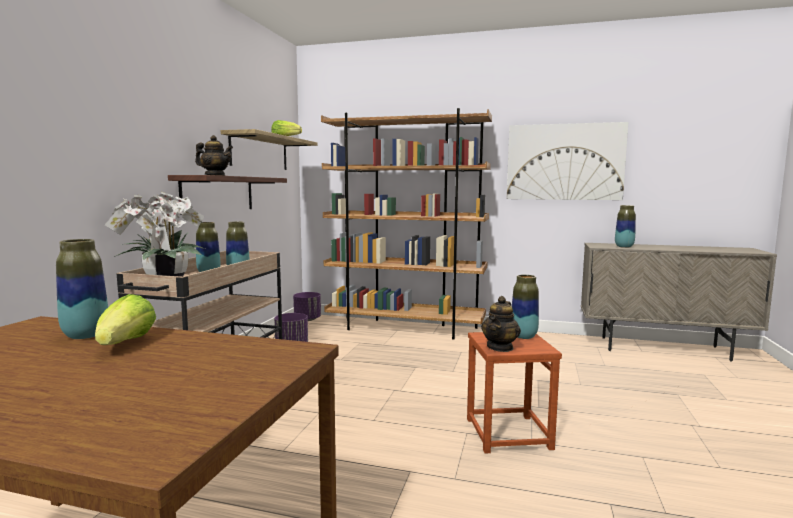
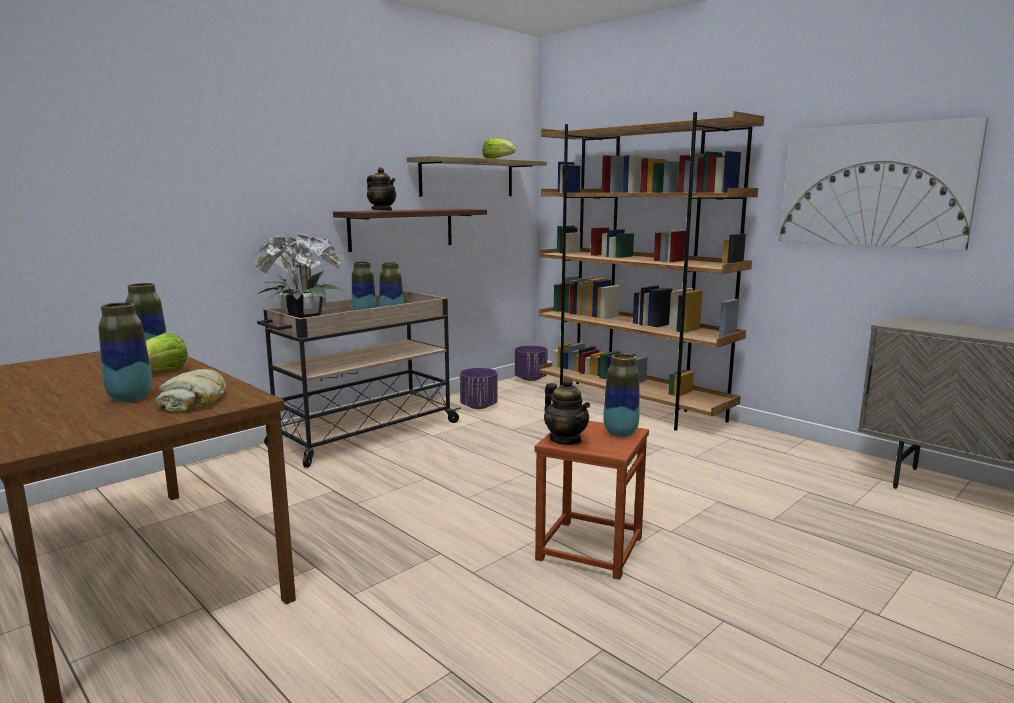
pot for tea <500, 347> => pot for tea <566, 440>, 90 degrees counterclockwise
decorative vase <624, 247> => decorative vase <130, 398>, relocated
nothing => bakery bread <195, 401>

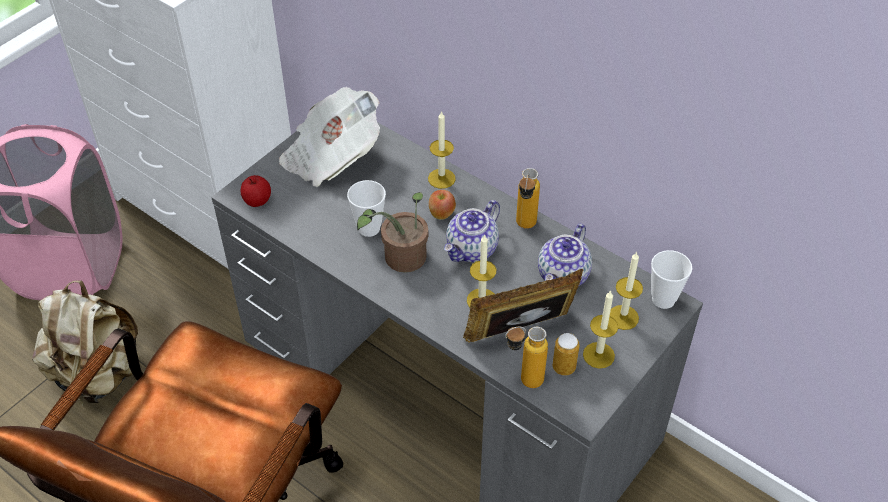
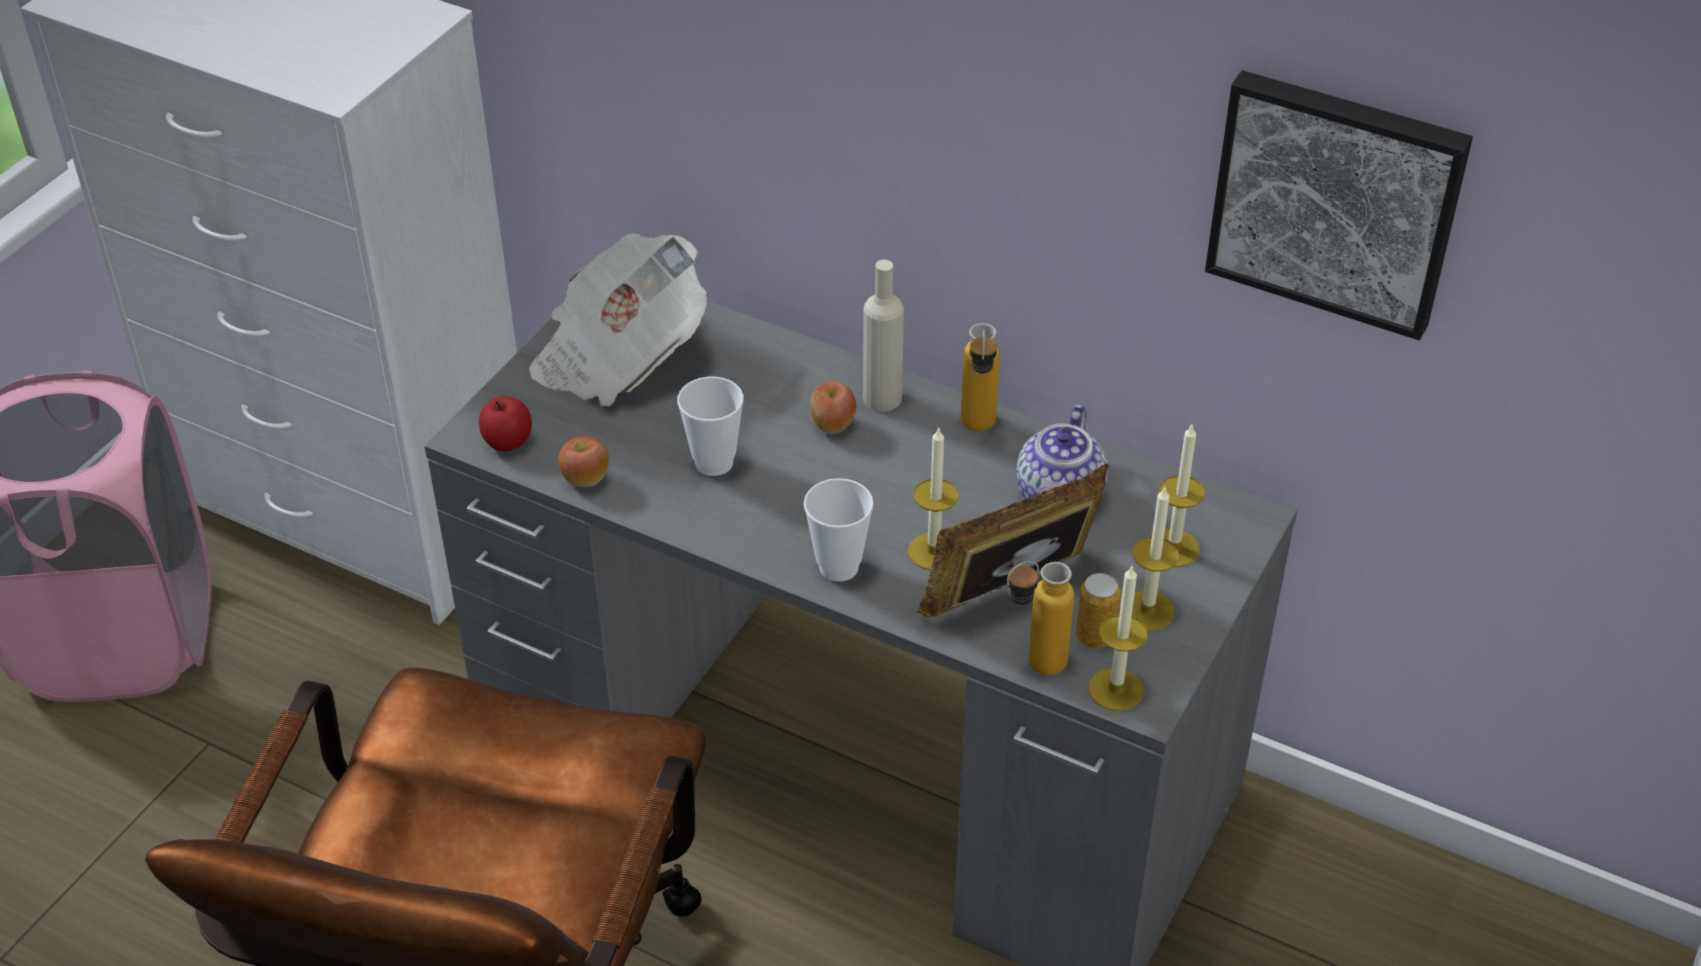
backpack/beige-coloured <98, 374> => nothing
houseplant <400, 259> => nothing
candle <441, 178> => candle <1116, 689>, relocated
pot for tea <472, 249> => nothing
drinking cup <663, 299> => drinking cup <838, 567>, relocated
nothing => apple <585, 479>
nothing => bottle/beige-coloured <882, 398>
nothing => picture <1336, 199>

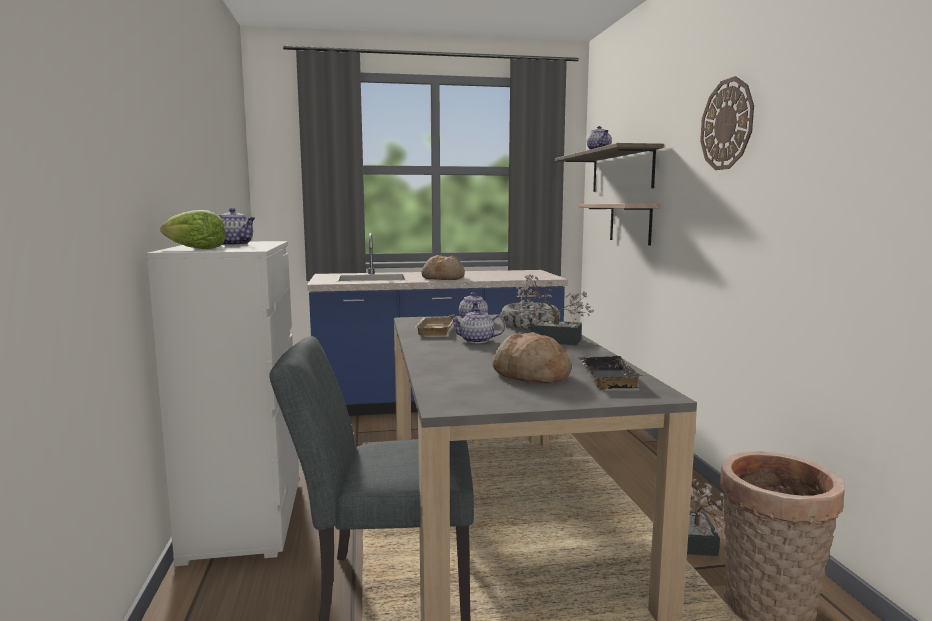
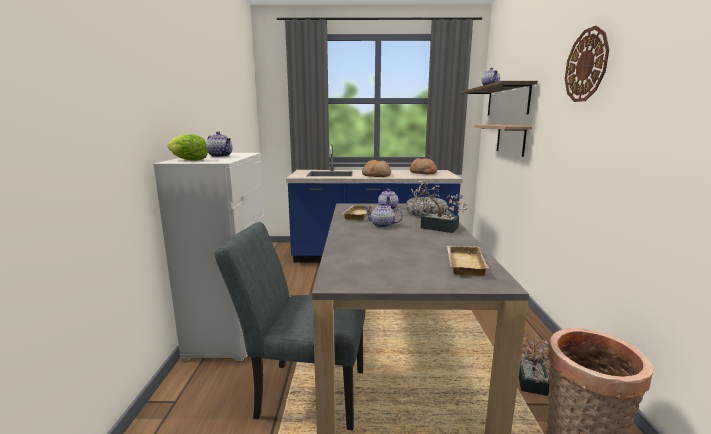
bakery bread <531, 375> => bakery bread <423, 173>, relocated
tray/blackish <604, 377> => tray/beige-coloured <463, 264>

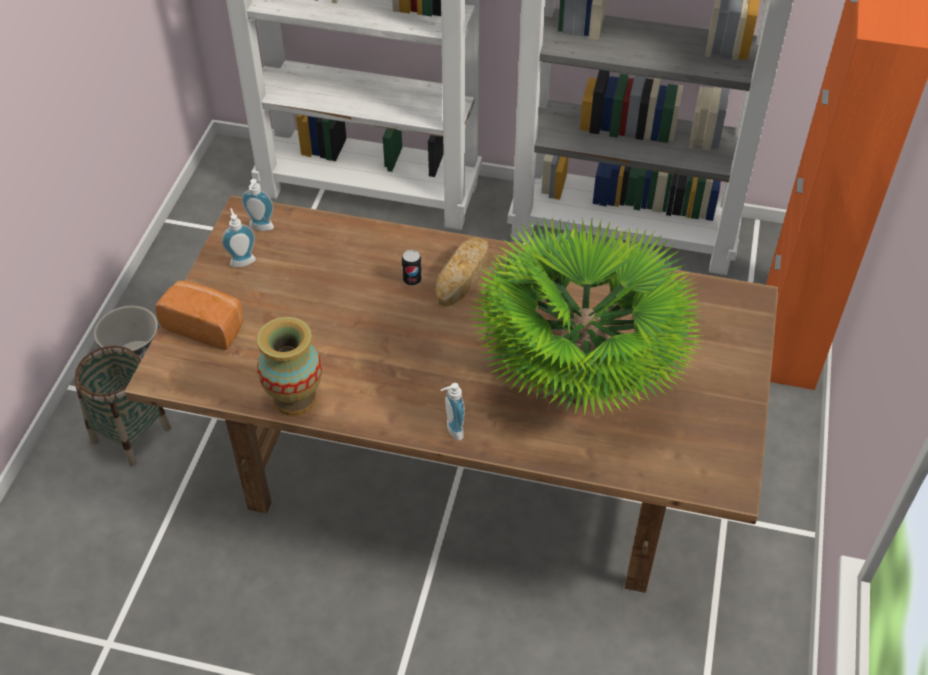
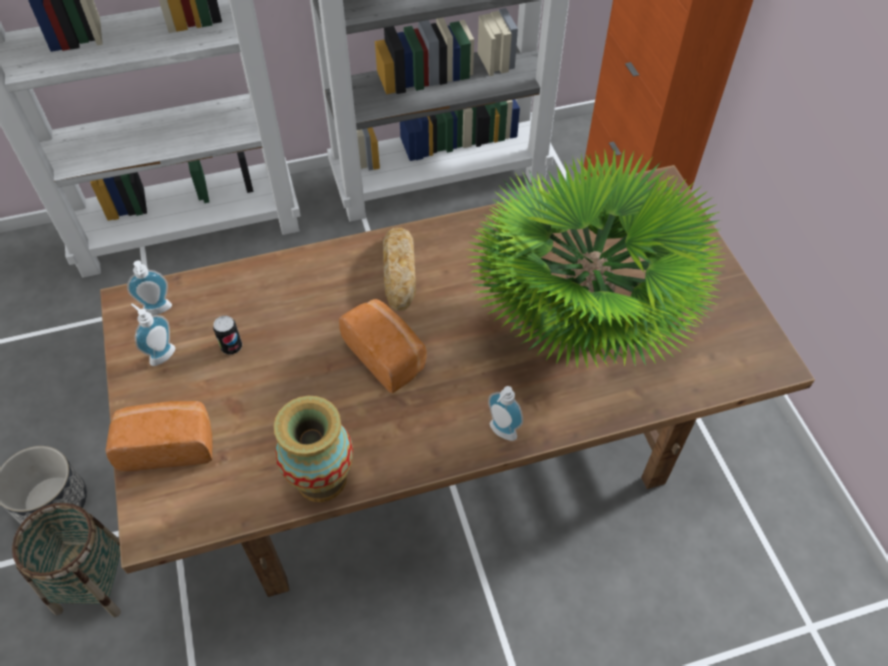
metal can <412, 280> => metal can <231, 347>, relocated
nothing => bakery bread <387, 355>

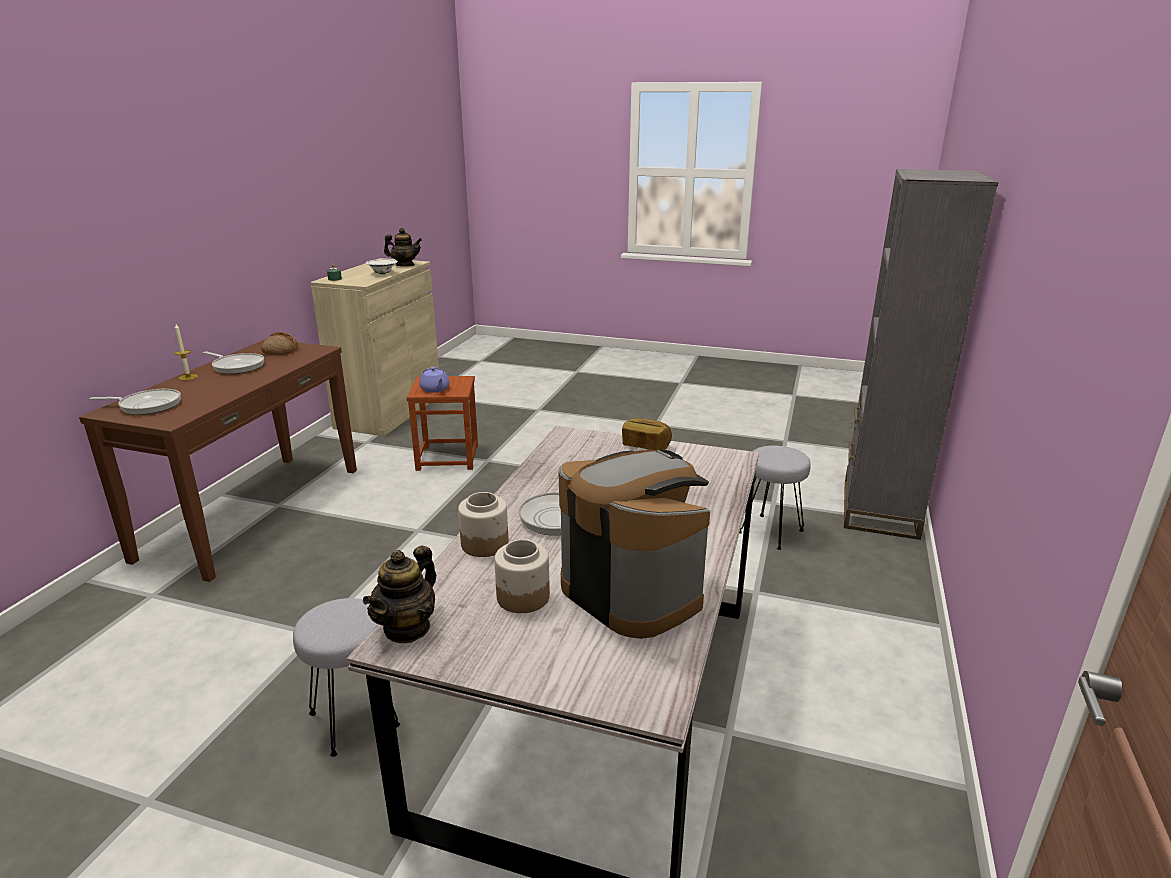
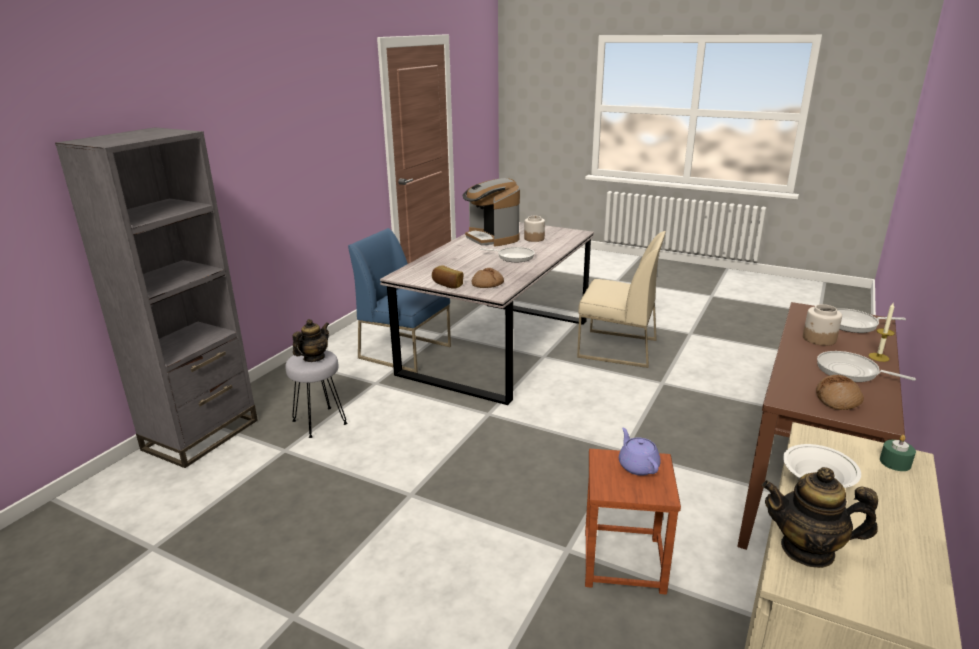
stool seat/gray <354, 718> => plain chair/beige-coloured <616, 348>
pot for tea <407, 628> => pot for tea <314, 358>, relocated
storage jar <485, 544> => storage jar <819, 339>, relocated
nothing => plain chair/blue-coloured <406, 352>
nothing => bakery bread <487, 284>

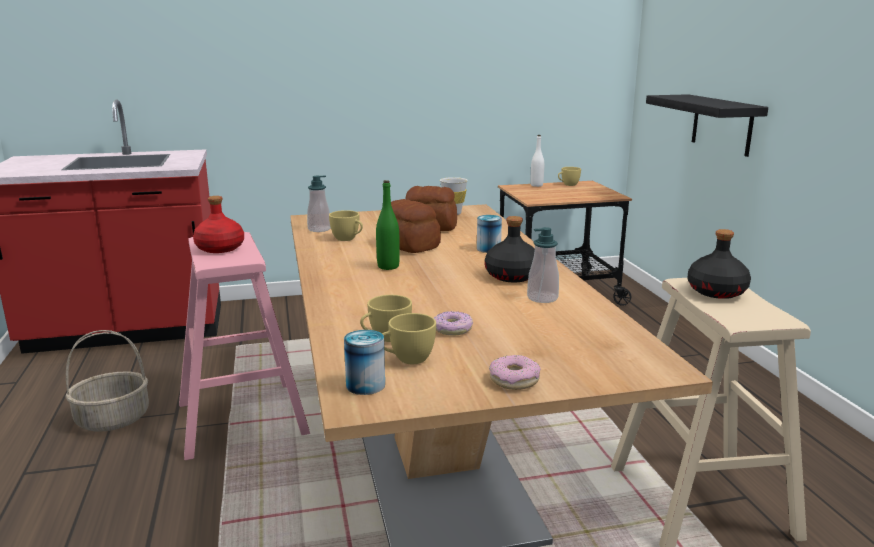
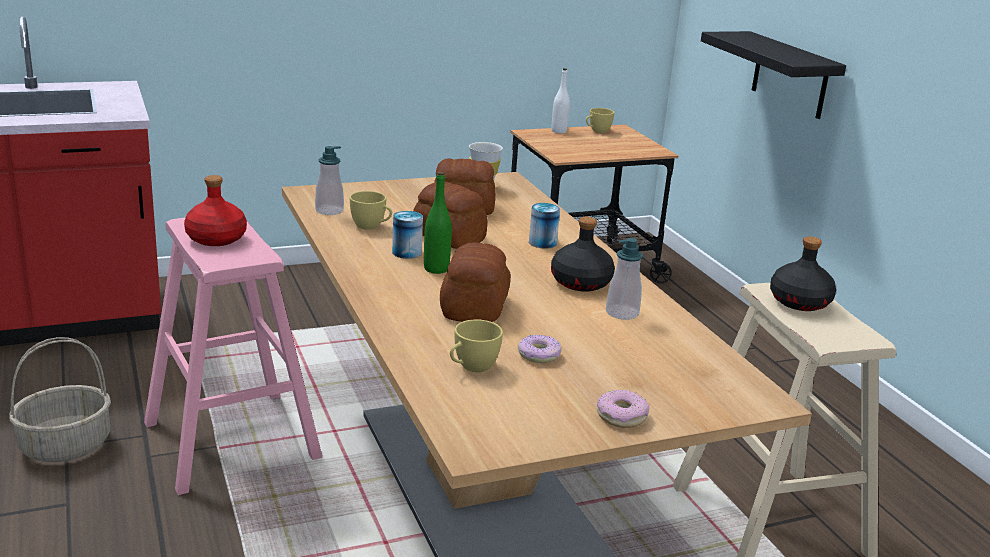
metal can <365, 385> => metal can <406, 252>, relocated
drinking cup/yellow <407, 359> => nothing
nothing => bakery bread <473, 307>

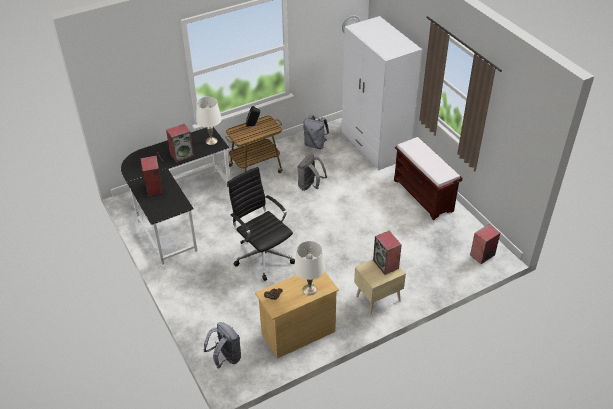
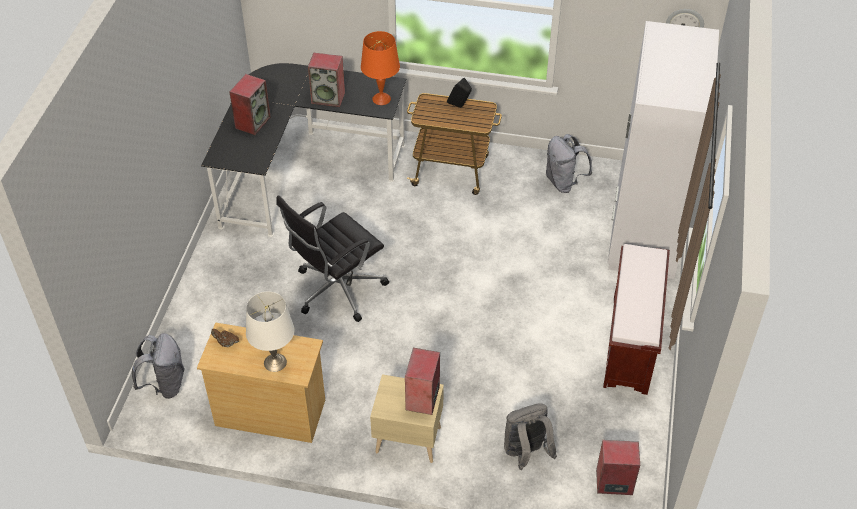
table lamp/white <211, 141> => table lamp/orange-coloured <381, 98>
desk chair/blackish <263, 255> => desk chair/blackish <336, 290>, 135 degrees counterclockwise
backpack/gray <310, 186> => backpack/gray <526, 453>, relocated

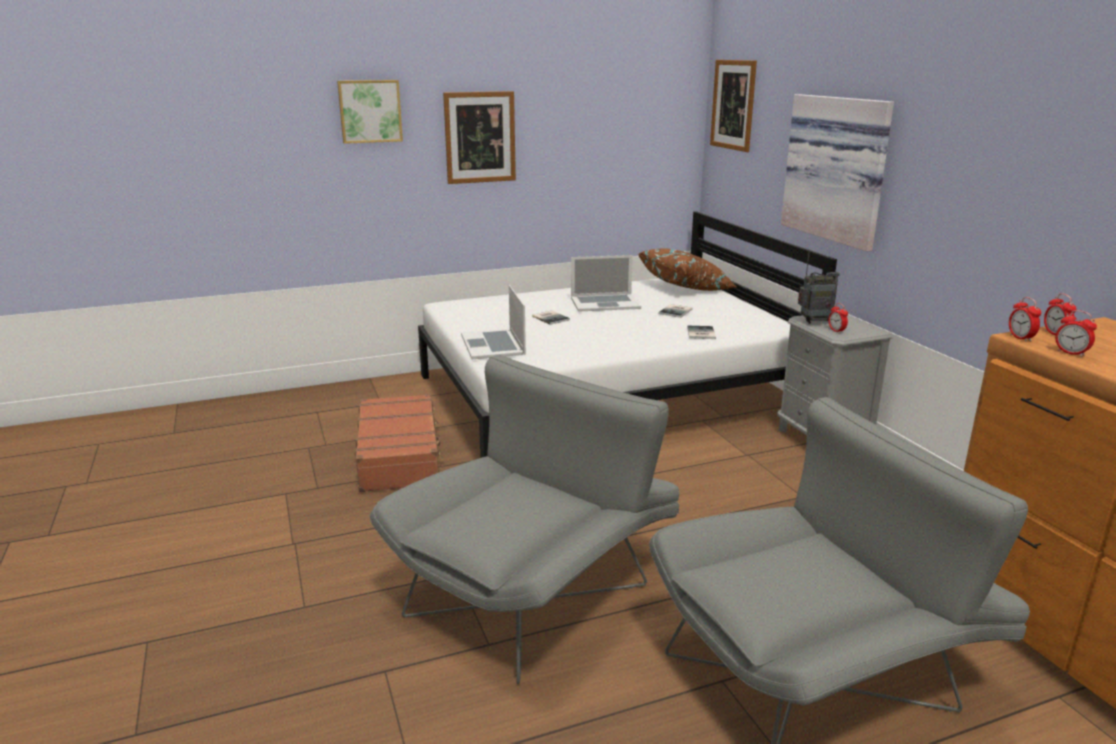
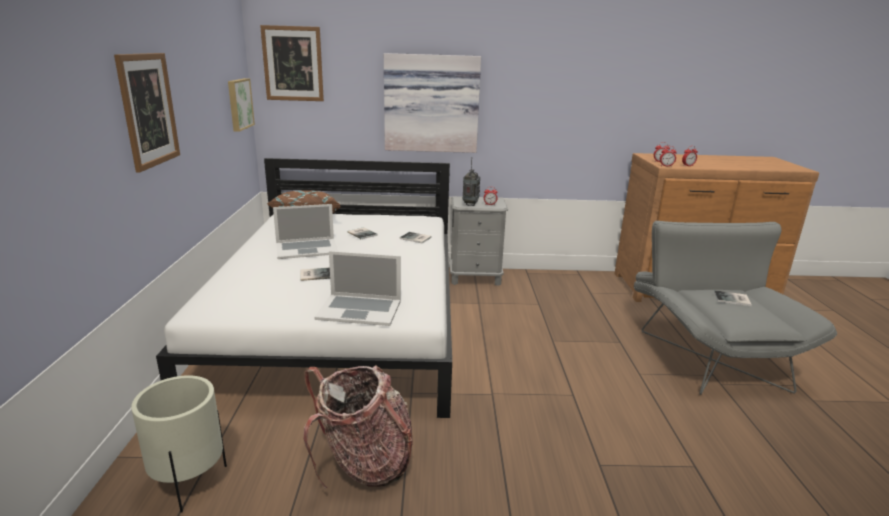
picture <370, 111> => picture <239, 104>, relocated
piece of luggage/brown <400, 455> => backpack <364, 464>
armchair/gray <537, 588> => nothing
notebook computer <605, 303> => notebook computer <307, 249>, 60 degrees clockwise
nothing => flower pot/beige-coloured <189, 483>
nothing => bound book <733, 299>

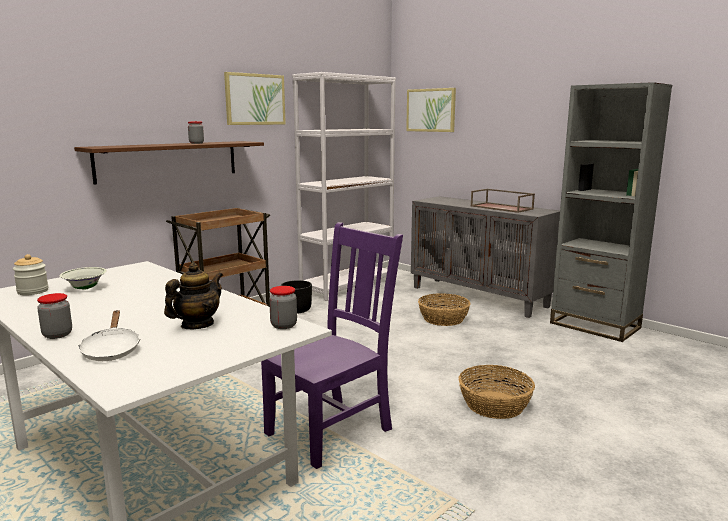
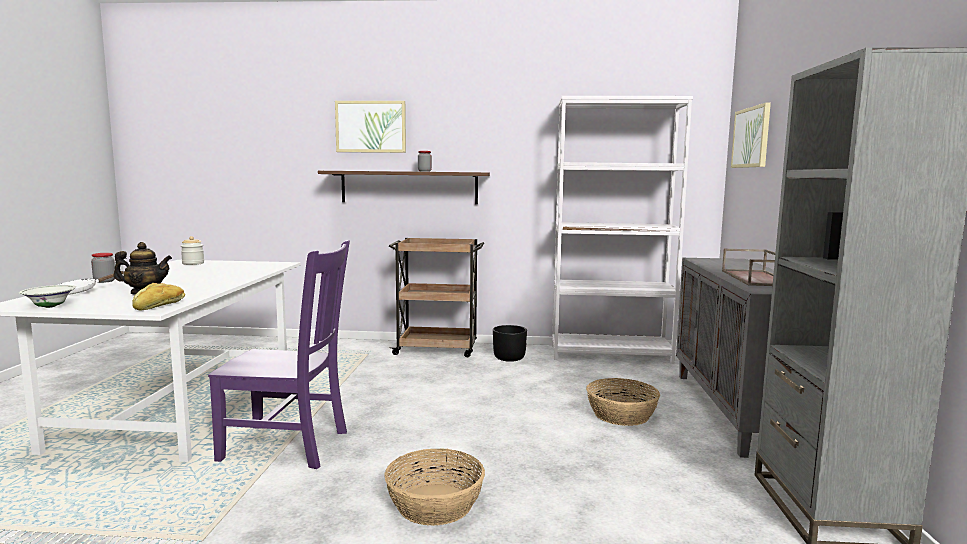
bowl/white <85, 288> => bowl/white <50, 307>, relocated
picture <255, 99> => picture <371, 127>, relocated
storage jar <283, 325> => bakery bread <160, 305>

